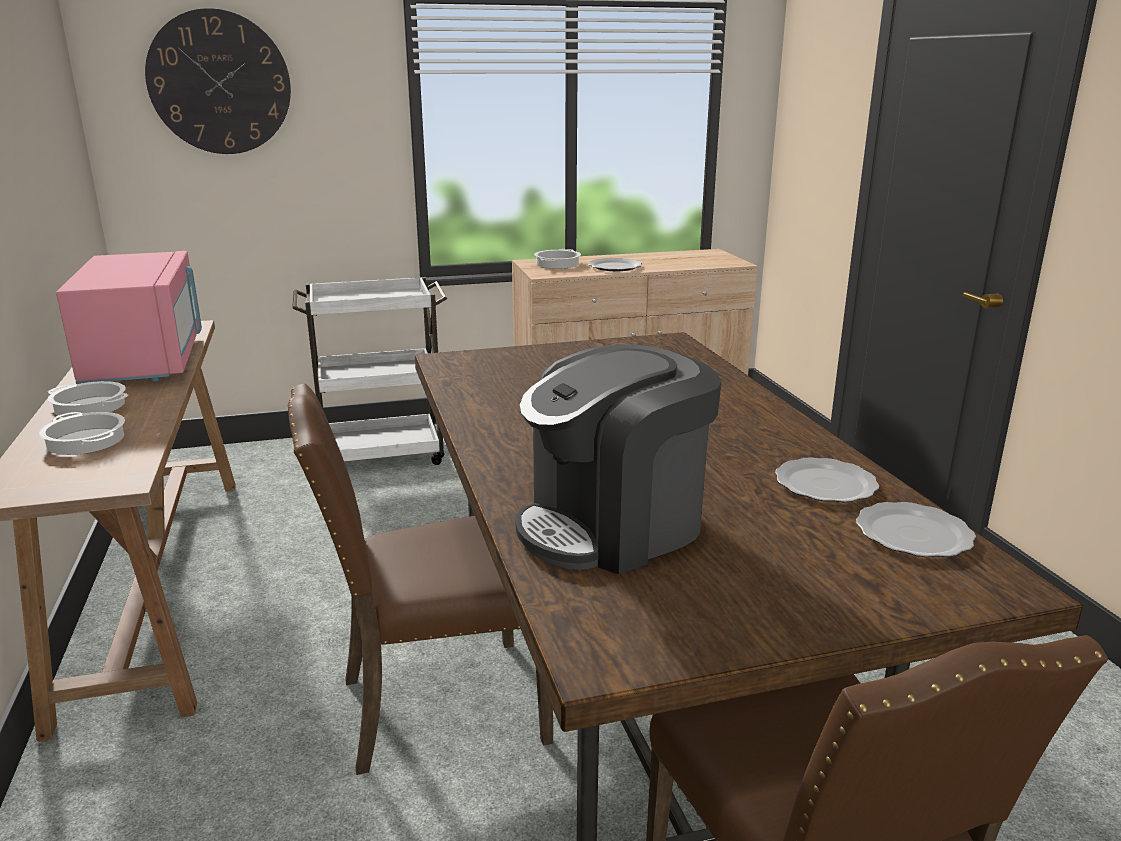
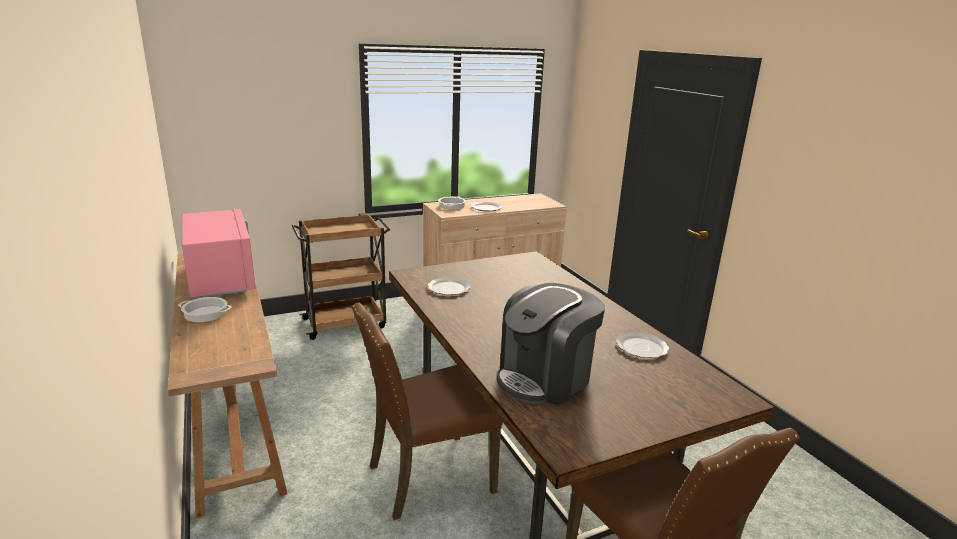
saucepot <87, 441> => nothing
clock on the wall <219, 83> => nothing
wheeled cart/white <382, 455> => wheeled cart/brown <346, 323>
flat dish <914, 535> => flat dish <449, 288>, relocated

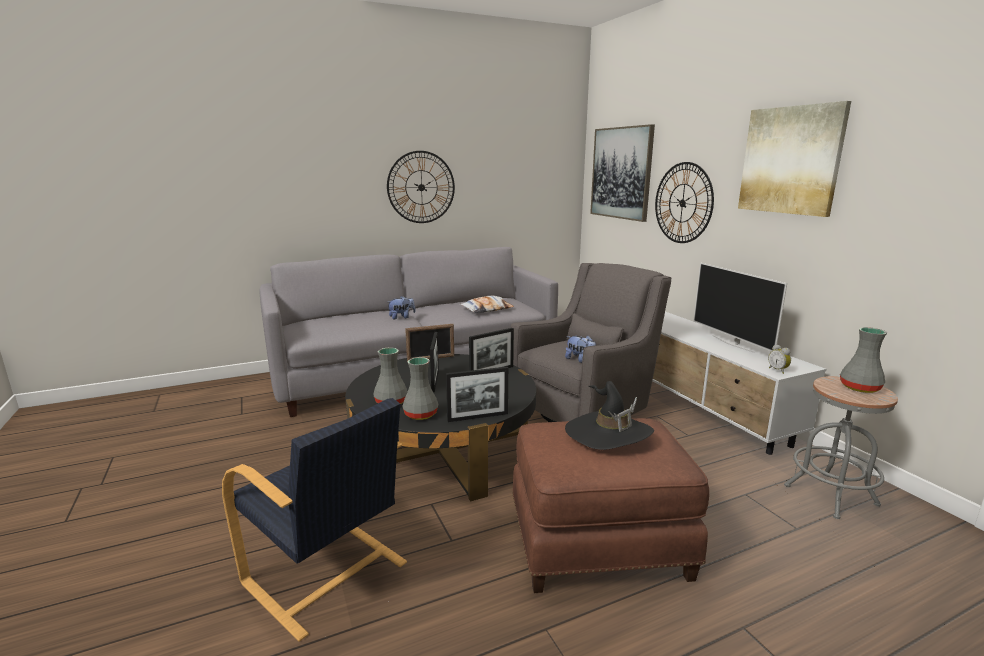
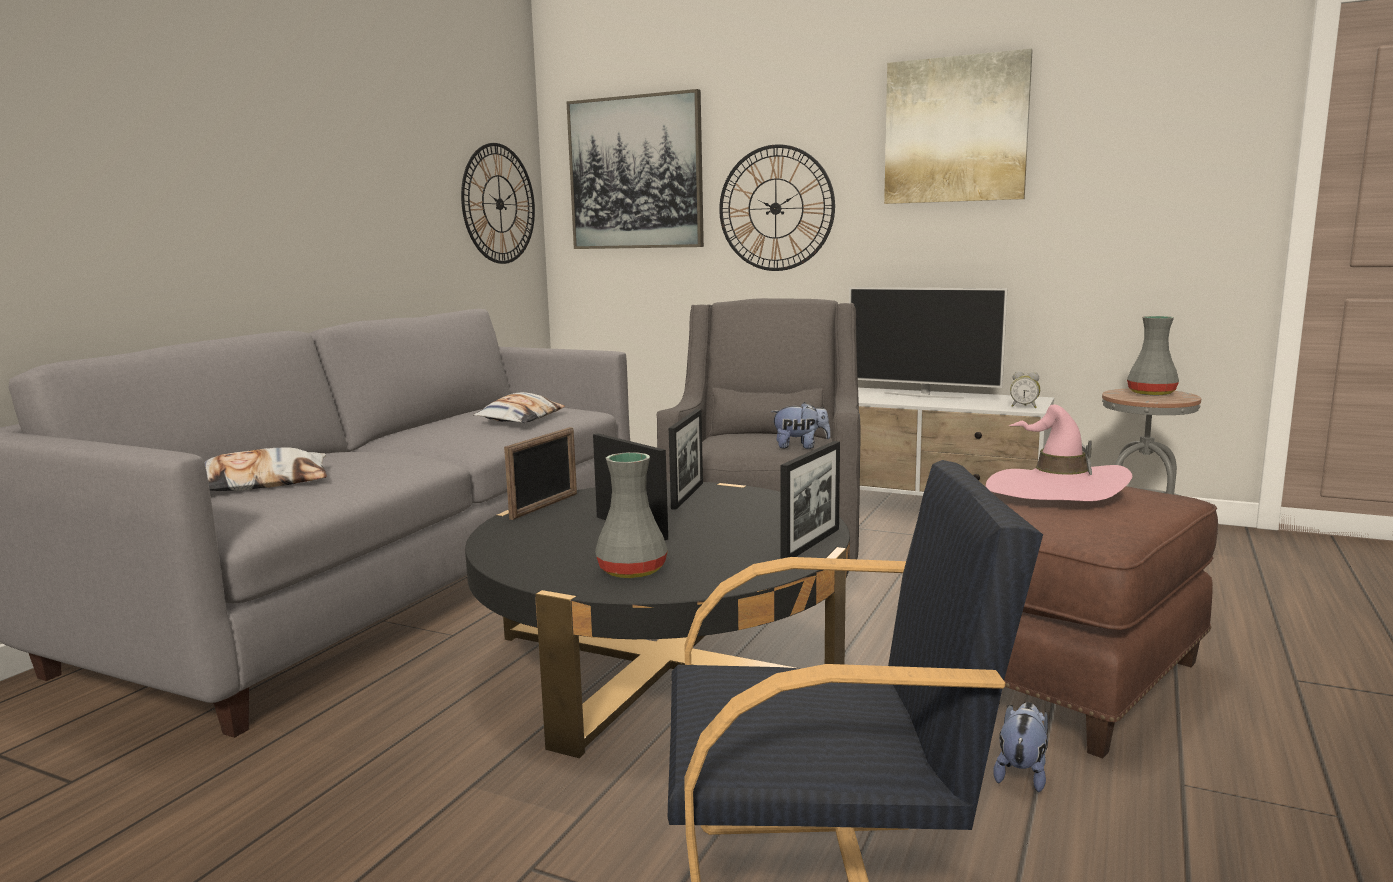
clock on the wall <421, 187> => clock on the wall <499, 204>, relocated
cuddly toy <401, 317> => cuddly toy <1021, 773>, relocated
decorative vase/gray <421, 414> => nothing
clothing hat/blackish <608, 434> => clothing hat/pink-coloured <1056, 490>
nothing => throw pillow <260, 483>

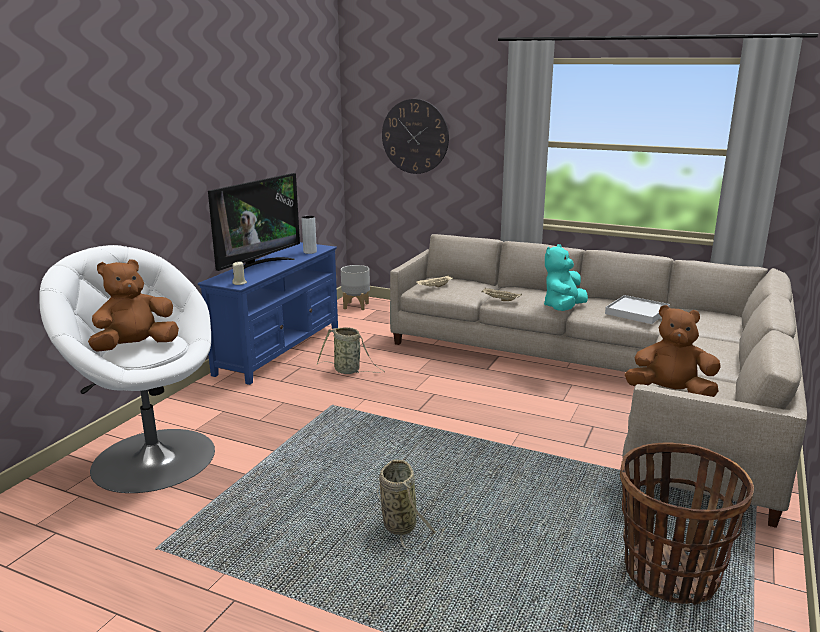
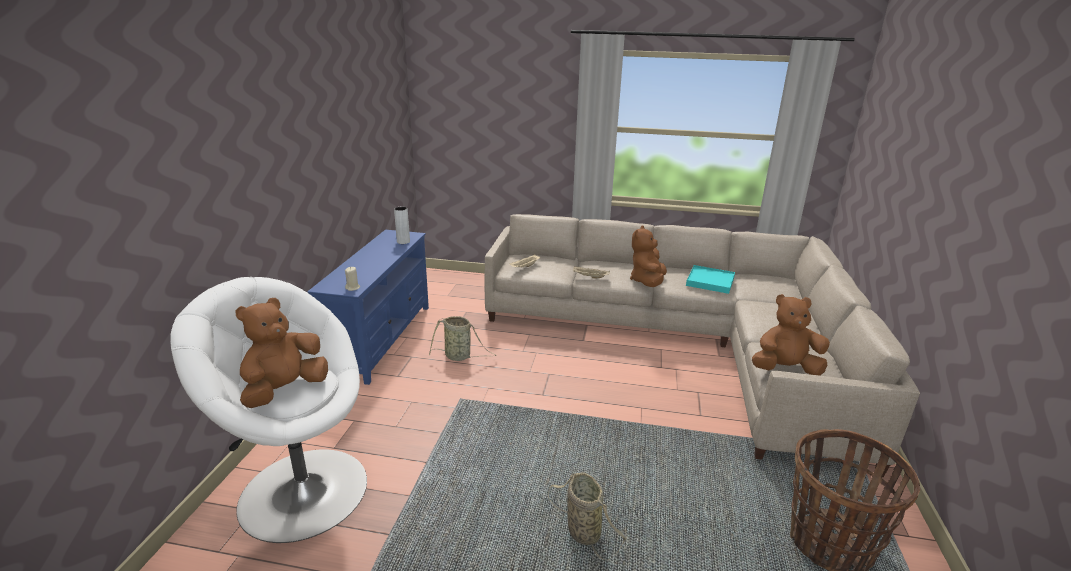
TV set <257, 267> => nothing
flower pot/gray <356, 306> => nothing
clock on the wall <415, 136> => nothing
cuddly toy/blue-green <563, 308> => cuddly toy/brown <647, 282>
tray/white <637, 312> => tray/blue-green <710, 281>

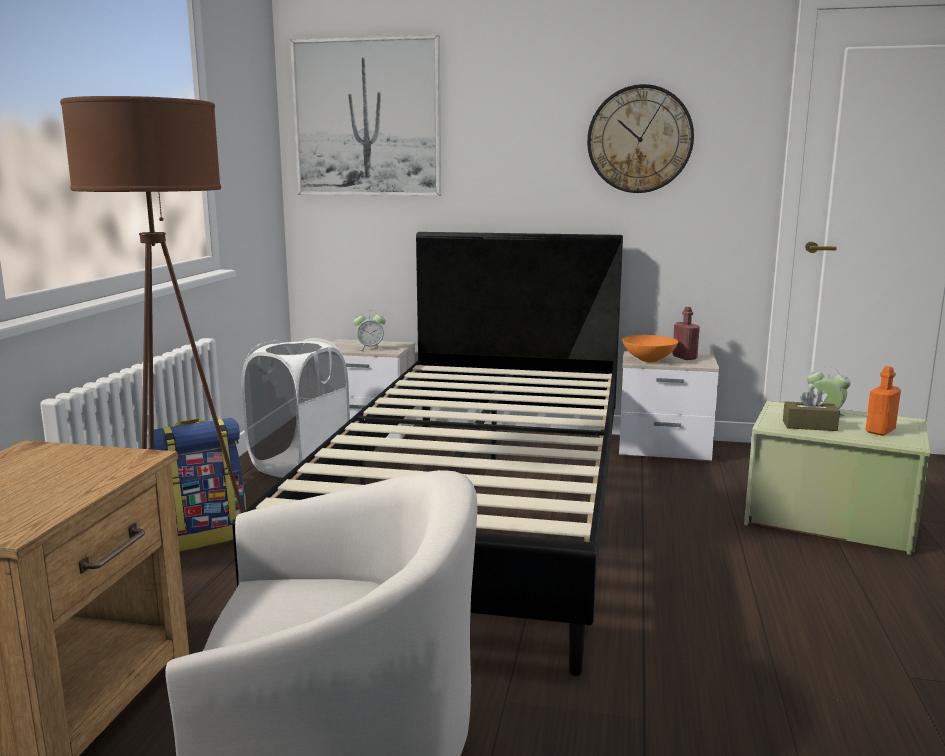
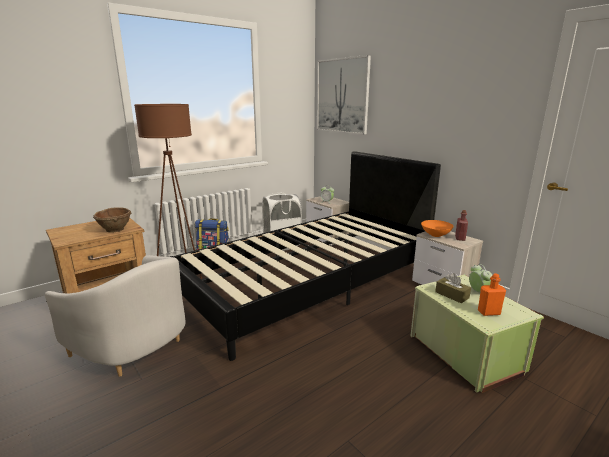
clock on the wall <639, 139> => nothing
nothing => bowl/brown <115, 230>

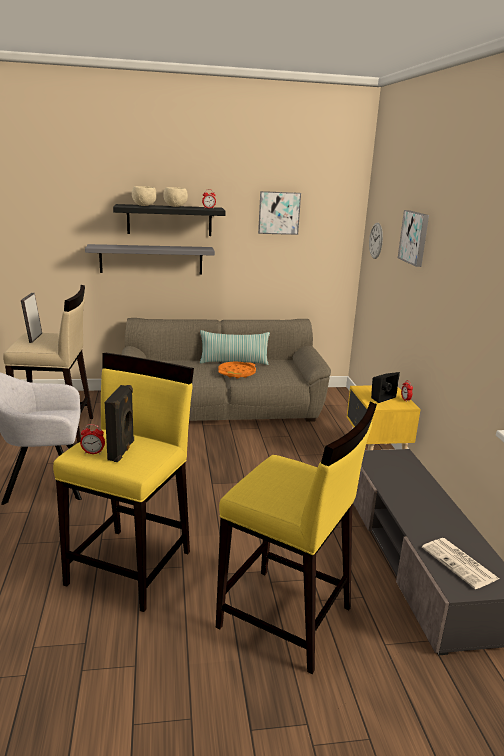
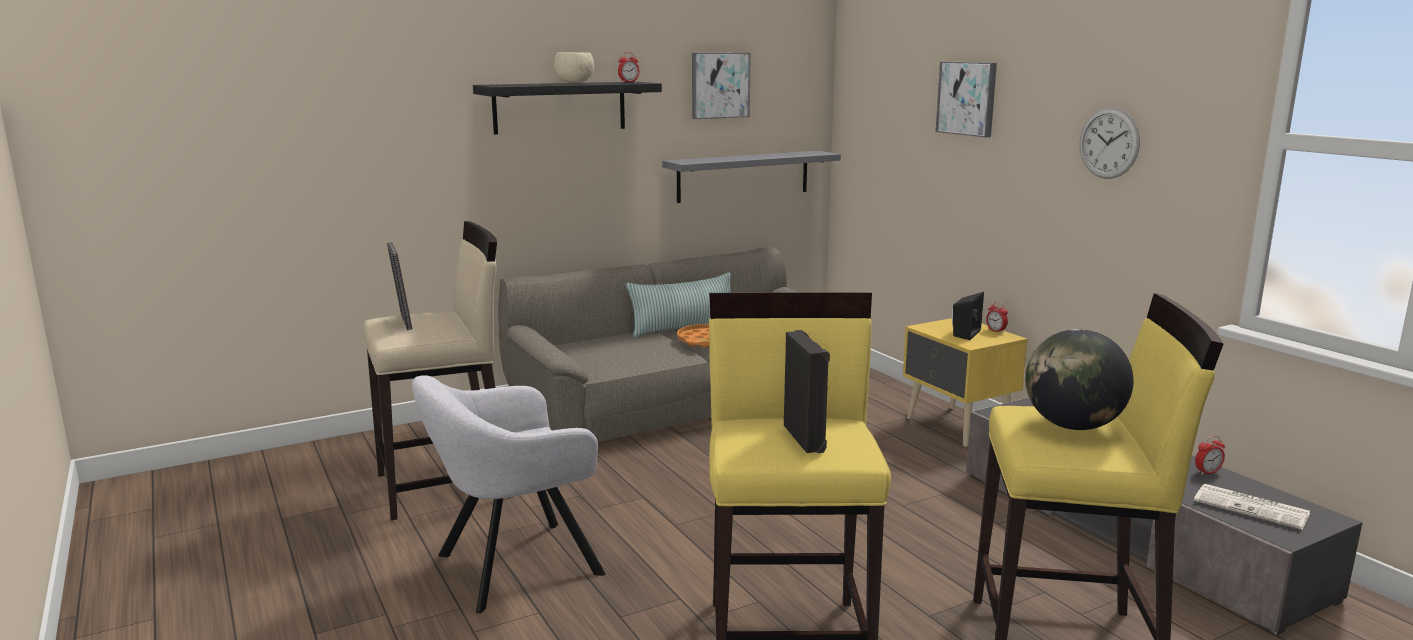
bedside clock <93, 453> => bedside clock <1207, 472>, relocated
wall shelf/gray <151, 259> => wall shelf/gray <743, 176>, relocated
bowl/beige-coloured <144, 206> => nothing
clock on the wall <376, 240> => clock on the wall <1109, 143>, relocated
nothing => desk globe <1072, 426>

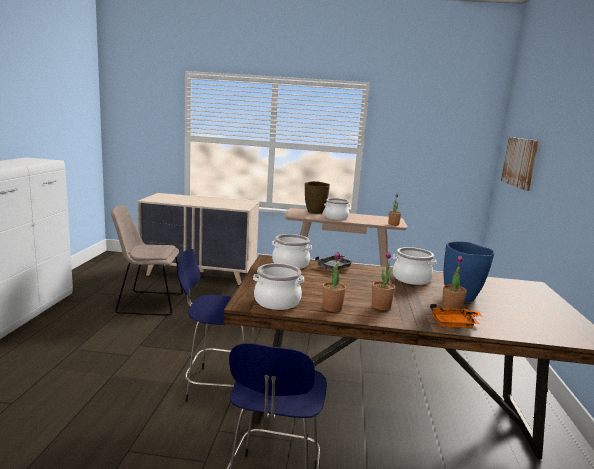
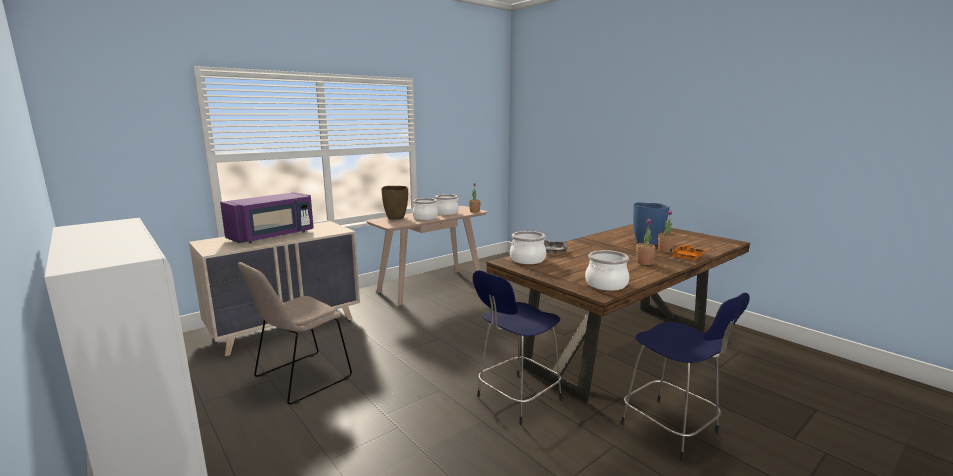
houseplant <332, 308> => nothing
saucepot <411, 279> => saucepot <446, 213>, relocated
picture <520, 162> => nothing
nothing => microwave oven/purple-coloured <273, 236>

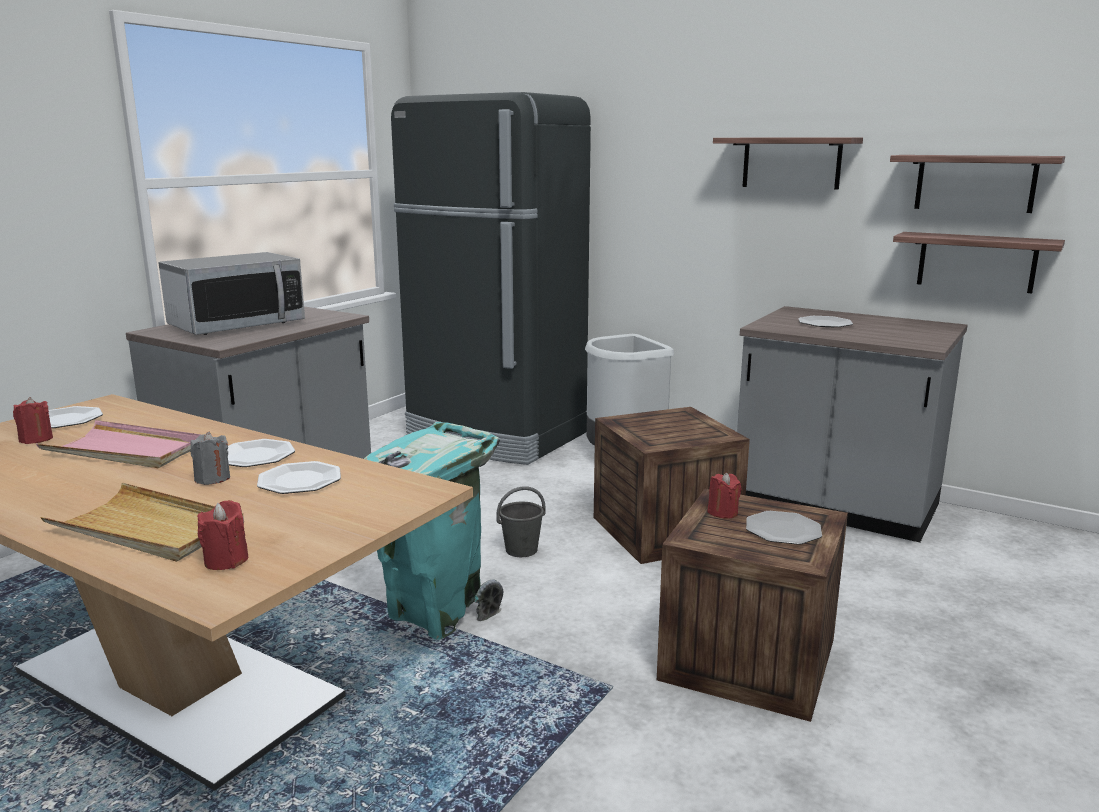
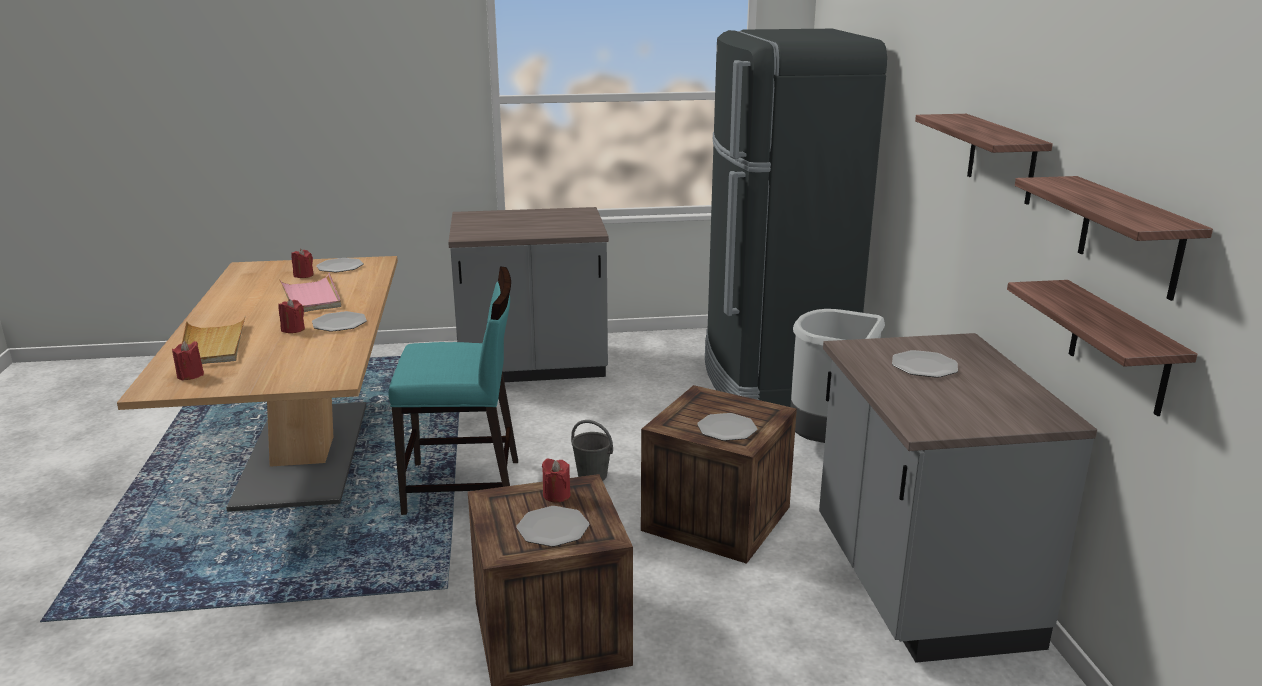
microwave oven <237, 325> => nothing
candle/gray <212, 478> => candle/red <293, 329>
flat dish <300, 480> => flat dish <727, 429>, relocated
trash can/blue-green <437, 614> => plain chair/blue-green <464, 487>

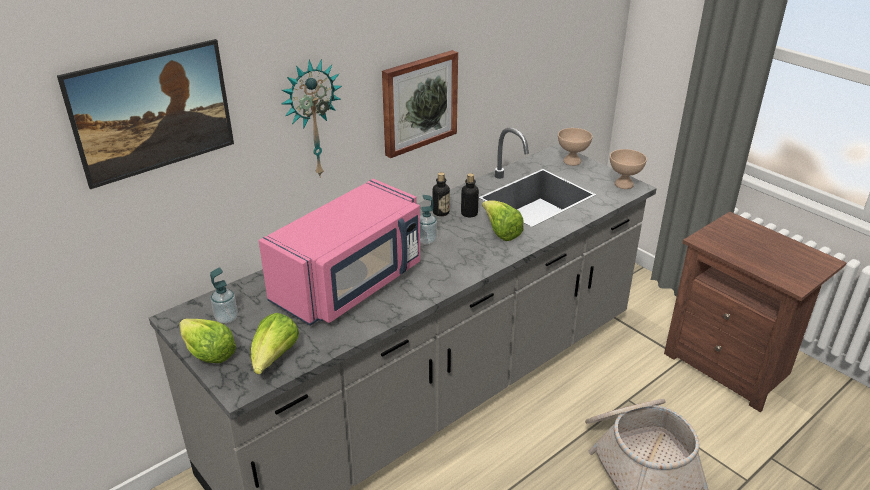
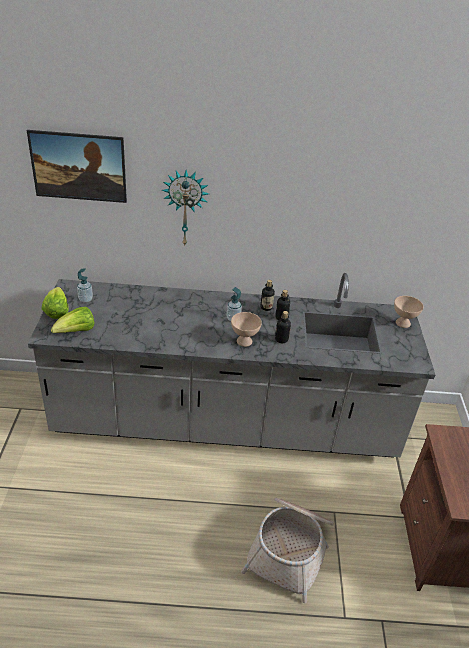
microwave oven/pink-coloured <351, 283> => nothing
picture <418, 102> => nothing
head of lettuce <501, 232> => bottle <281, 339>
bowl/beige-coloured <624, 184> => bowl/beige-coloured <244, 341>, relocated

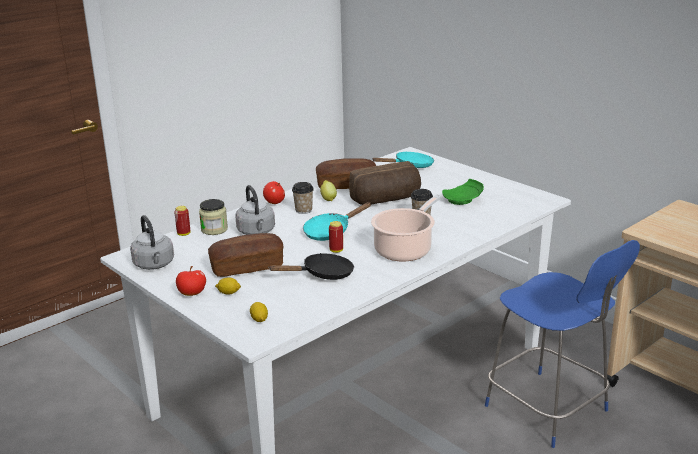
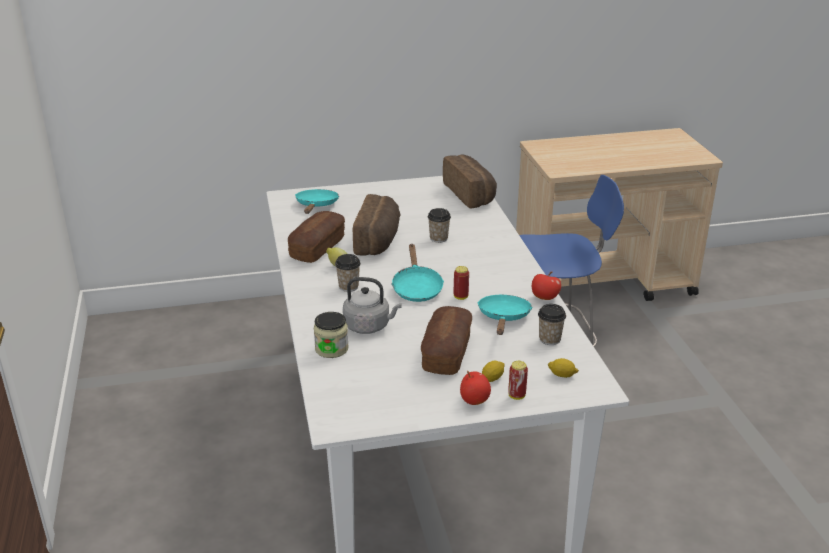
water kettle/gray <154, 265> => nothing
metal can <183, 234> => metal can <516, 396>, relocated
apple <274, 202> => apple <544, 298>, relocated
pan/blackish <323, 274> => pan/blue-green <503, 318>
saucepot <405, 249> => nothing
flat dish/green <463, 200> => nothing
nothing => bakery bread <471, 194>
nothing => drinking cup <549, 339>

